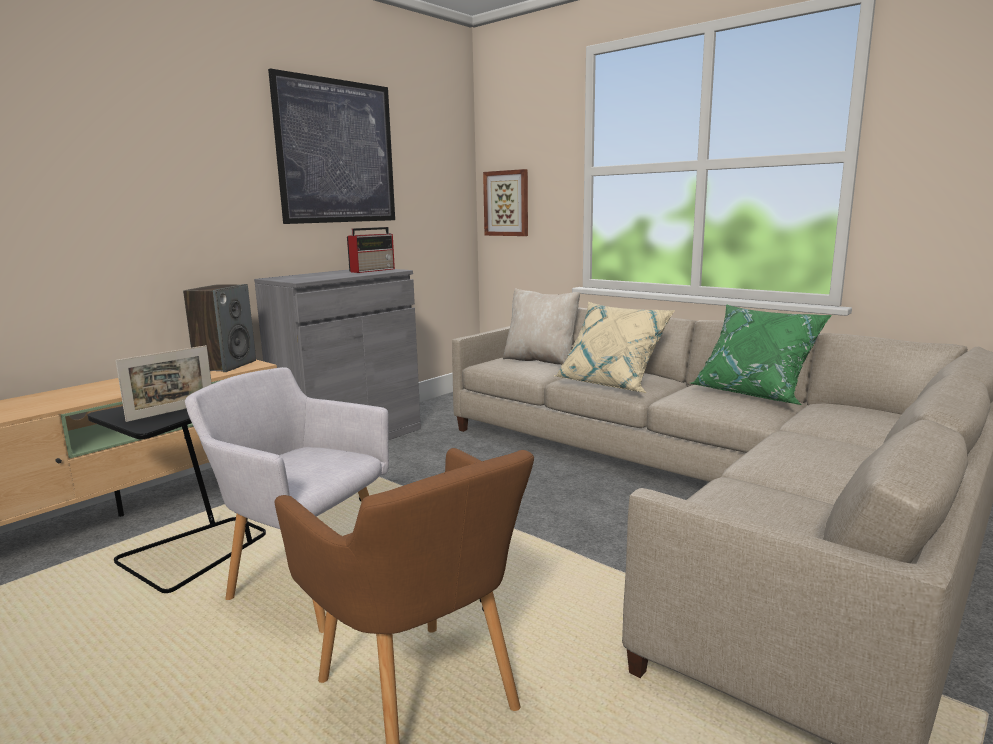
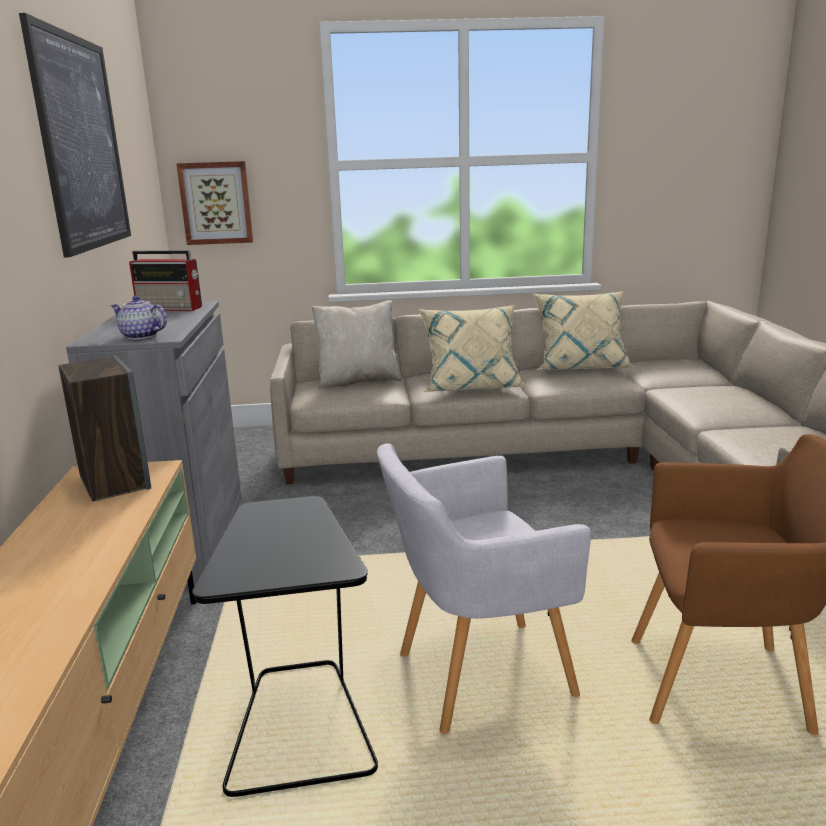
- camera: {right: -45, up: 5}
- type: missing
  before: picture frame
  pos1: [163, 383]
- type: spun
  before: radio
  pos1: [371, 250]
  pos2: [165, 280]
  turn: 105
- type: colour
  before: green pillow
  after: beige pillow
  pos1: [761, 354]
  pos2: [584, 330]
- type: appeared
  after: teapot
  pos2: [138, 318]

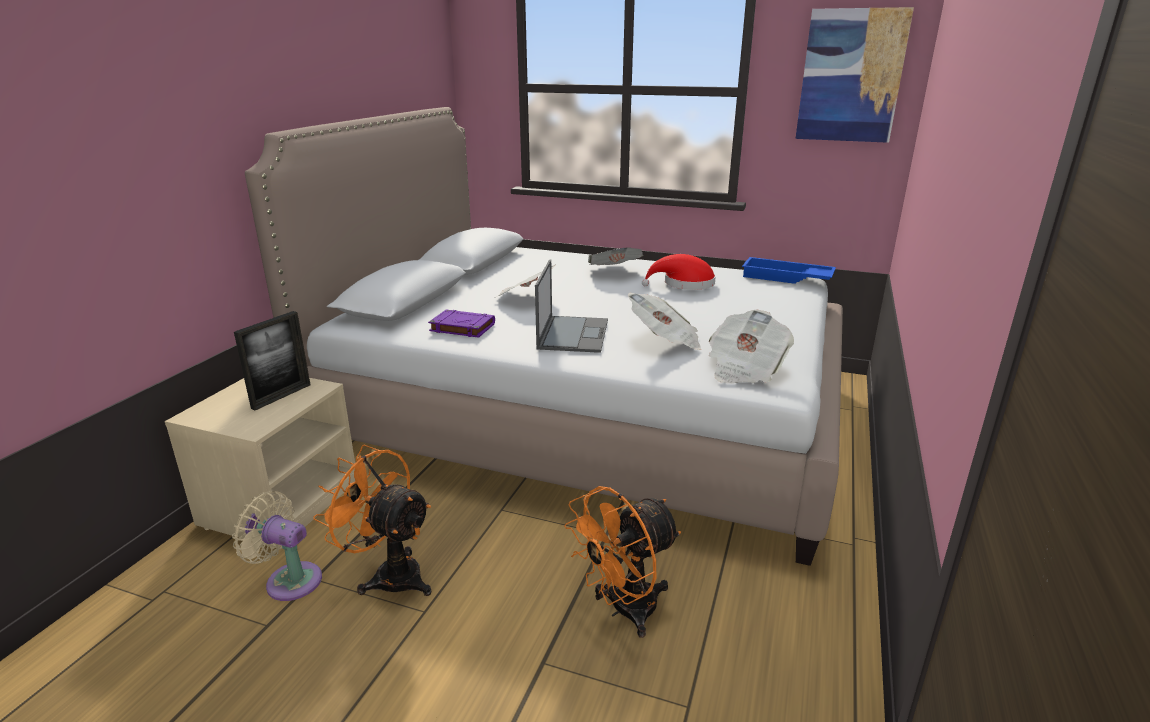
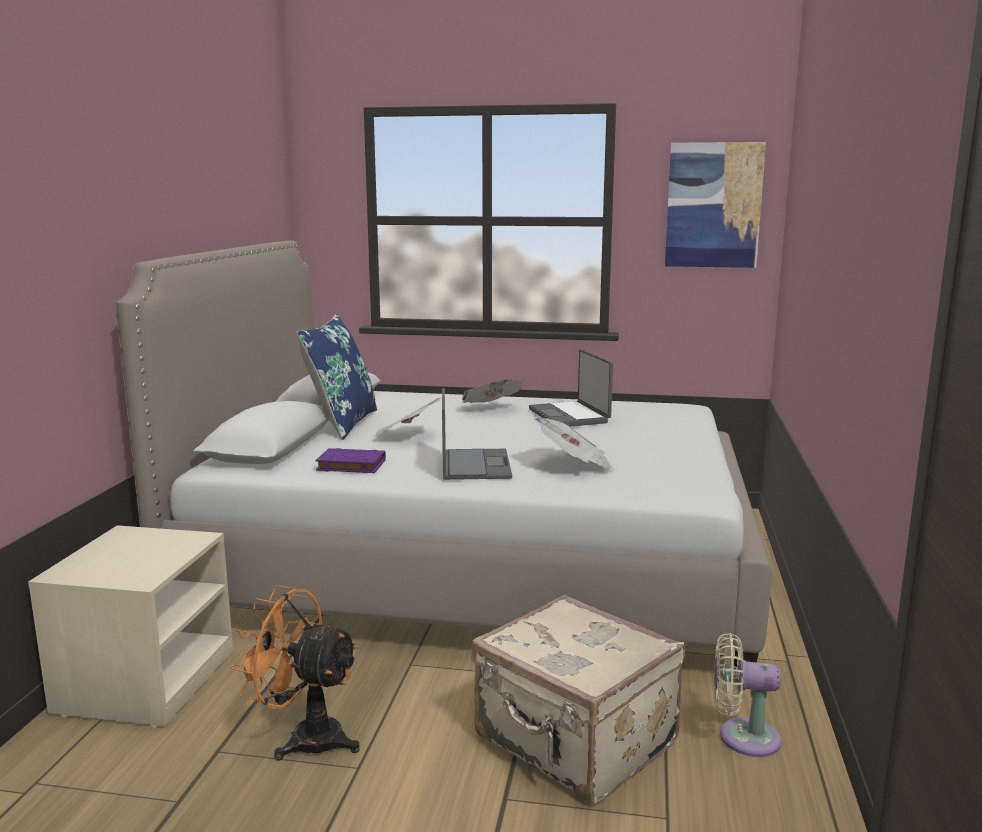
- camera: {right: -10, up: -10}
- type: relocated
  before: beige fan
  pos1: [277, 546]
  pos2: [748, 695]
- type: missing
  before: picture frame
  pos1: [272, 360]
- type: exchanged
  before: orange fan
  after: beige suitcase
  pos1: [622, 562]
  pos2: [578, 699]
- type: exchanged
  before: red hat
  after: laptop
  pos1: [679, 272]
  pos2: [571, 387]
- type: missing
  before: newspaper
  pos1: [751, 347]
- type: missing
  before: blue tray
  pos1: [789, 270]
- type: appeared
  after: blue pillow
  pos2: [336, 377]

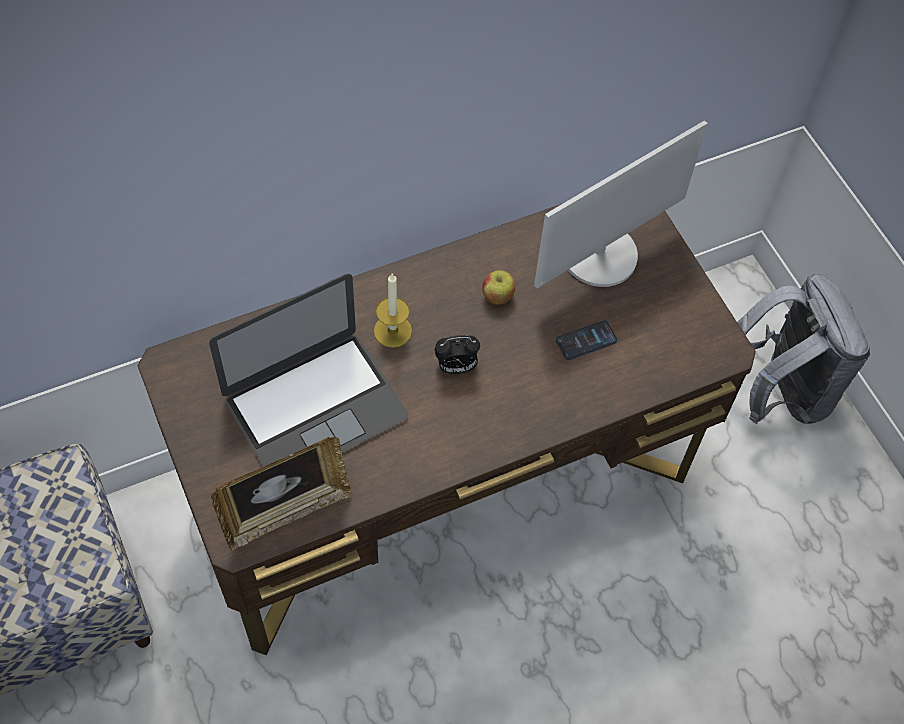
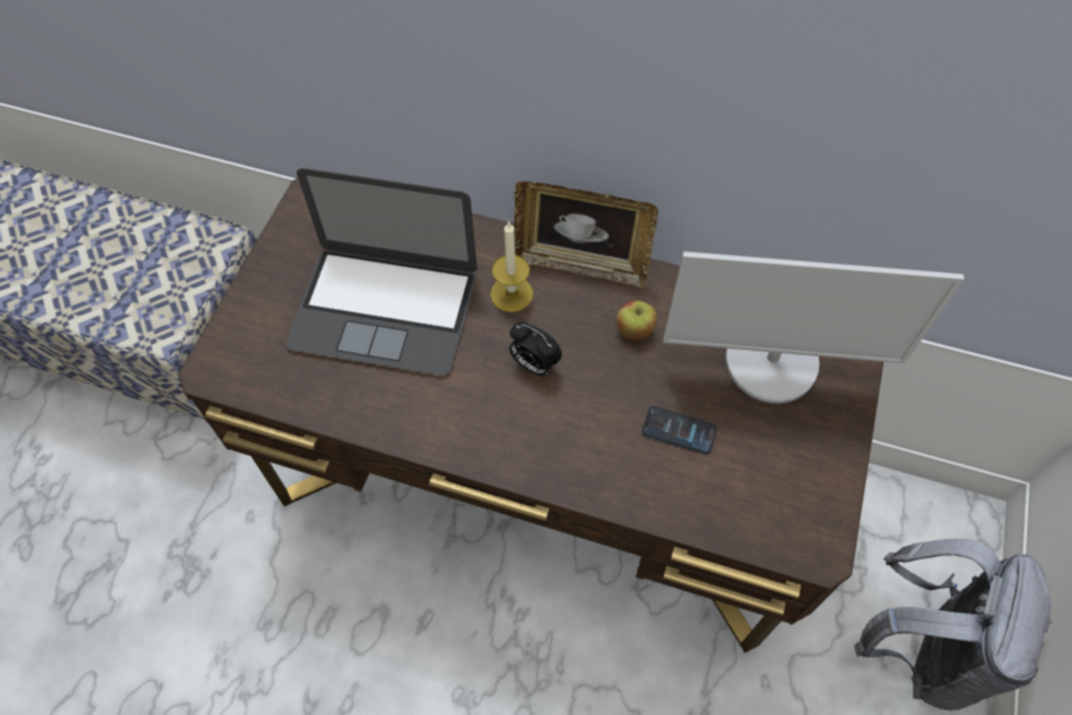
- camera: {right: 45, up: 0}
- type: relocated
  before: picture frame
  pos1: [281, 494]
  pos2: [586, 235]

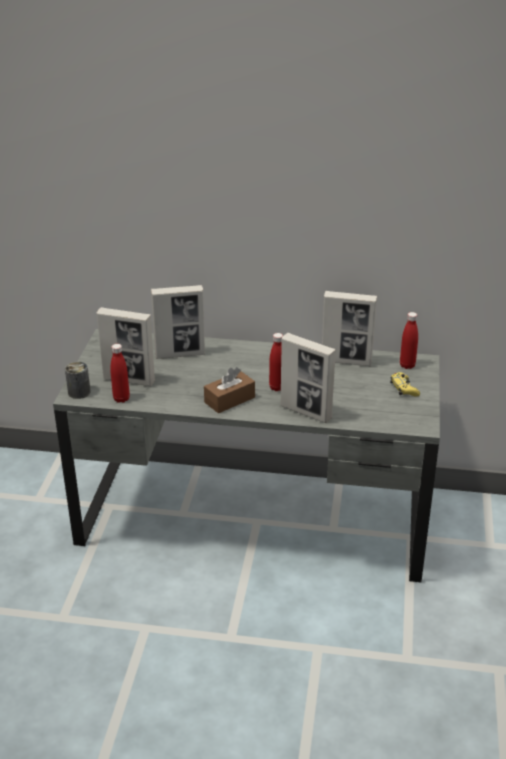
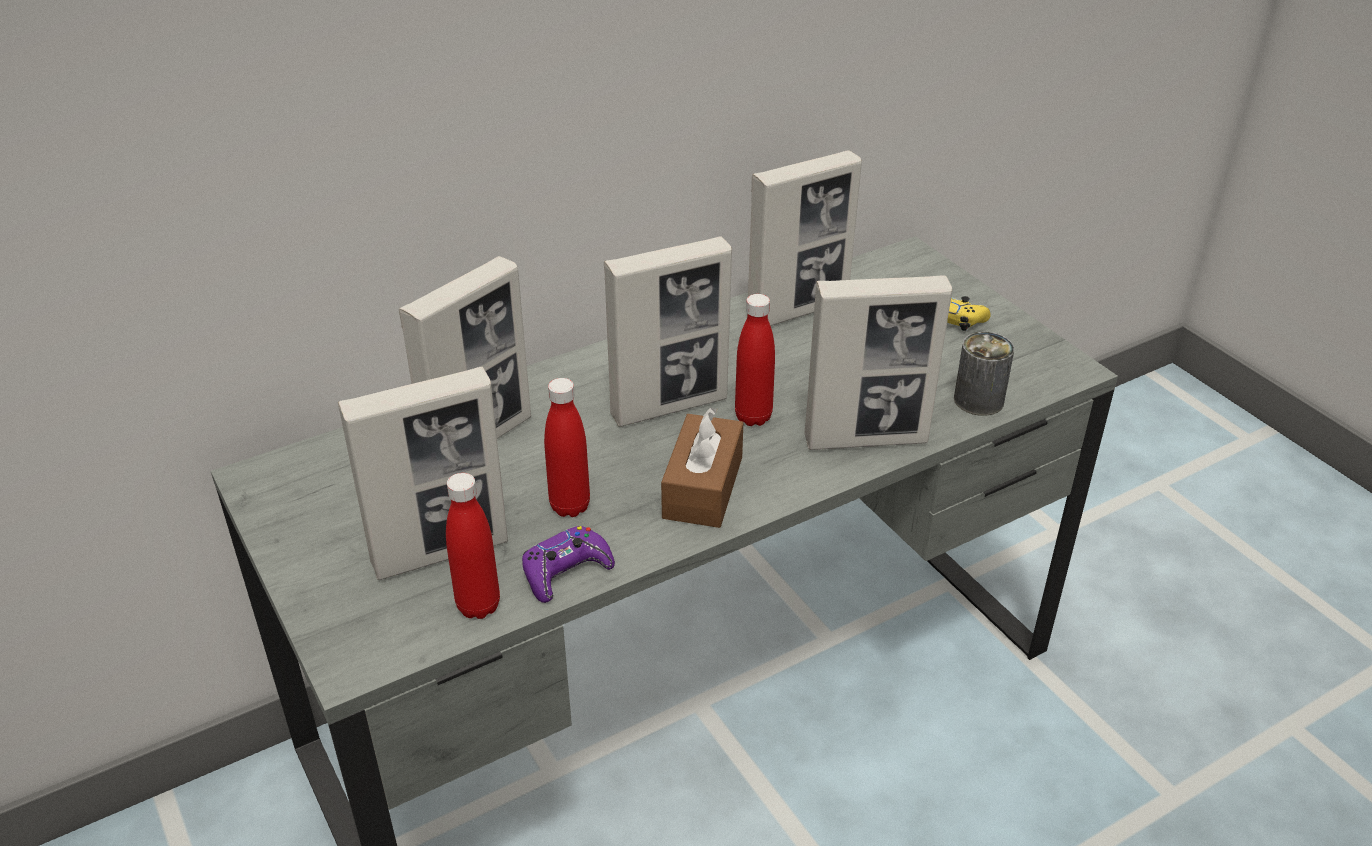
- camera: {right: -40, up: 5}
- type: relocated
  before: can
  pos1: [78, 380]
  pos2: [984, 374]
- type: relocated
  before: red bottle
  pos1: [409, 340]
  pos2: [567, 447]
- type: appeared
  after: purple game controller
  pos2: [568, 564]
- type: appeared
  after: picture frame
  pos2: [668, 332]

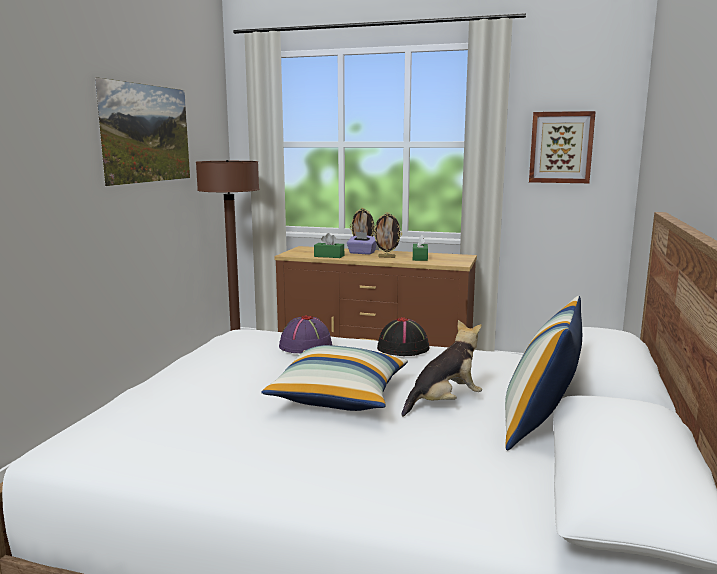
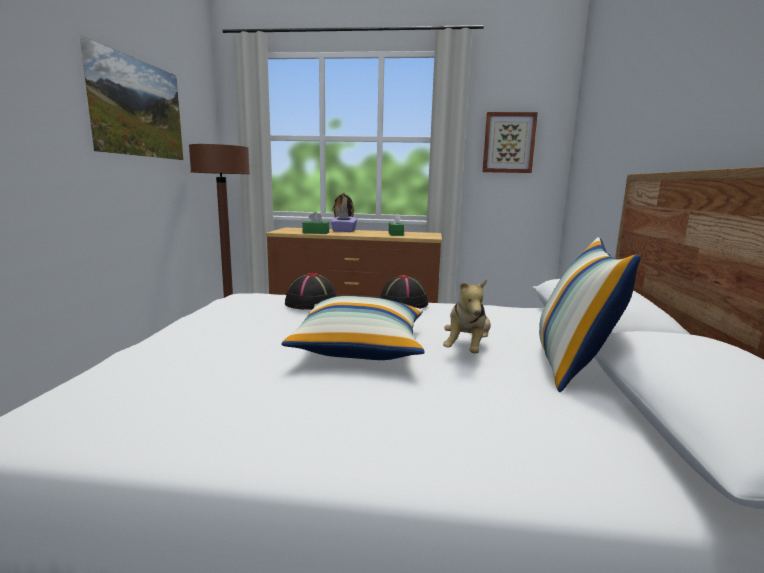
- camera: {right: -10, up: 0}
- type: colour
  before: purple hat
  after: black hat
  pos1: [305, 334]
  pos2: [311, 291]
- type: missing
  before: picture frame
  pos1: [387, 235]
- type: spun
  before: plush toy
  pos1: [442, 368]
  pos2: [467, 316]
  turn: 150

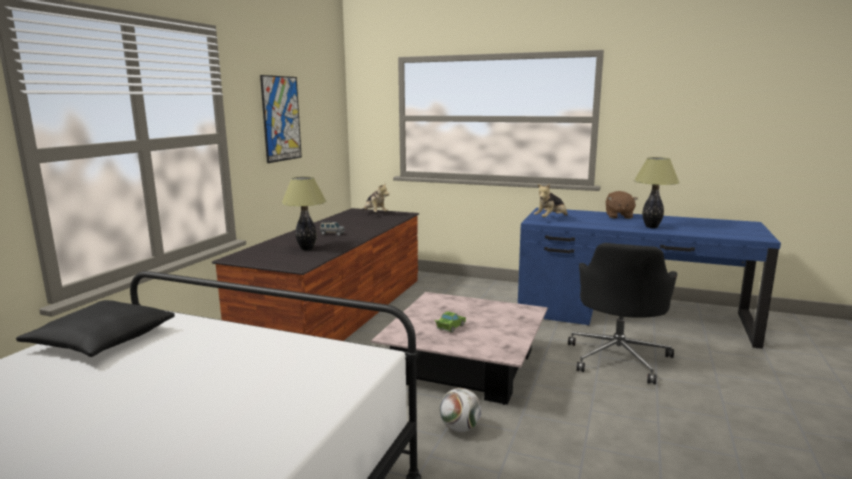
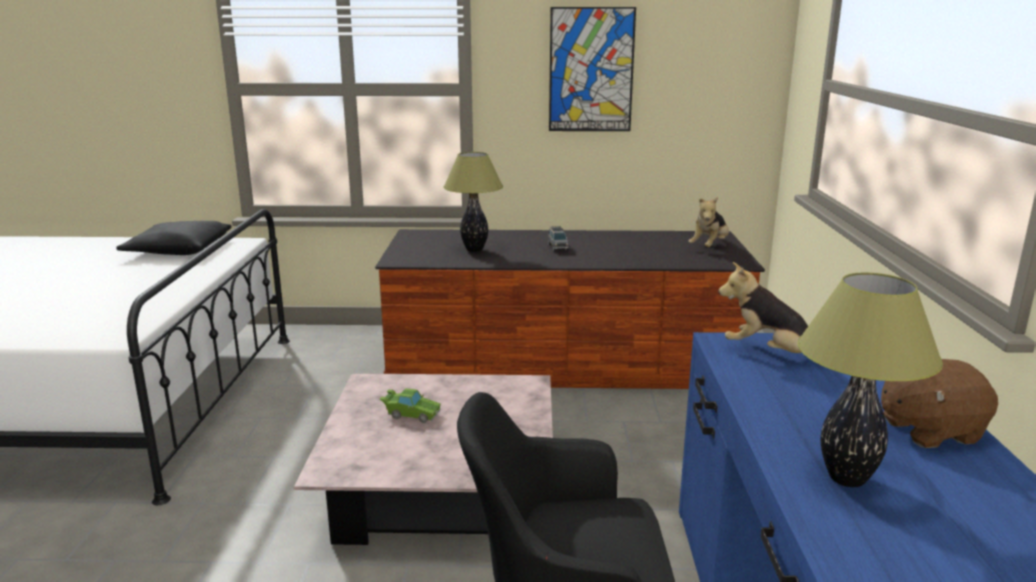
- camera: {right: 70, up: 5}
- type: missing
  before: football
  pos1: [460, 410]

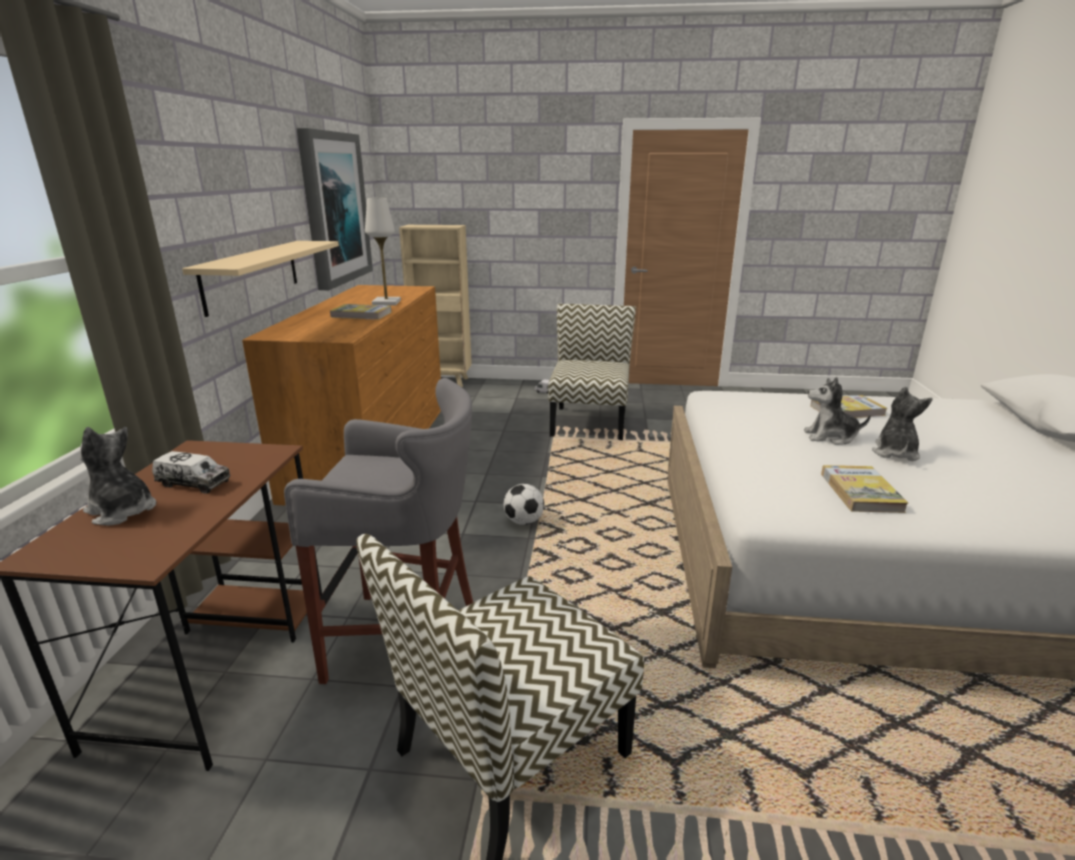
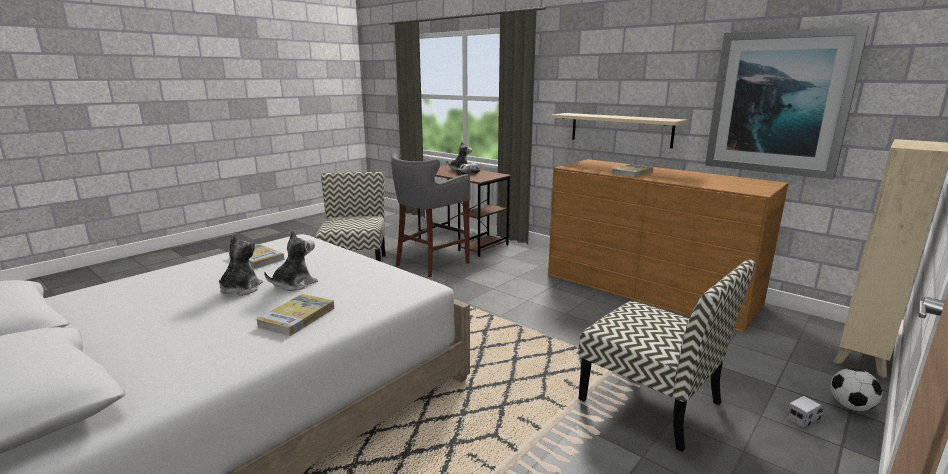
- camera: {right: 125, up: -5}
- type: missing
  before: white table lamp
  pos1: [383, 252]
- type: relocated
  before: football
  pos1: [524, 504]
  pos2: [856, 389]
- type: spun
  before: plush toy
  pos1: [902, 423]
  pos2: [241, 265]
  turn: -135

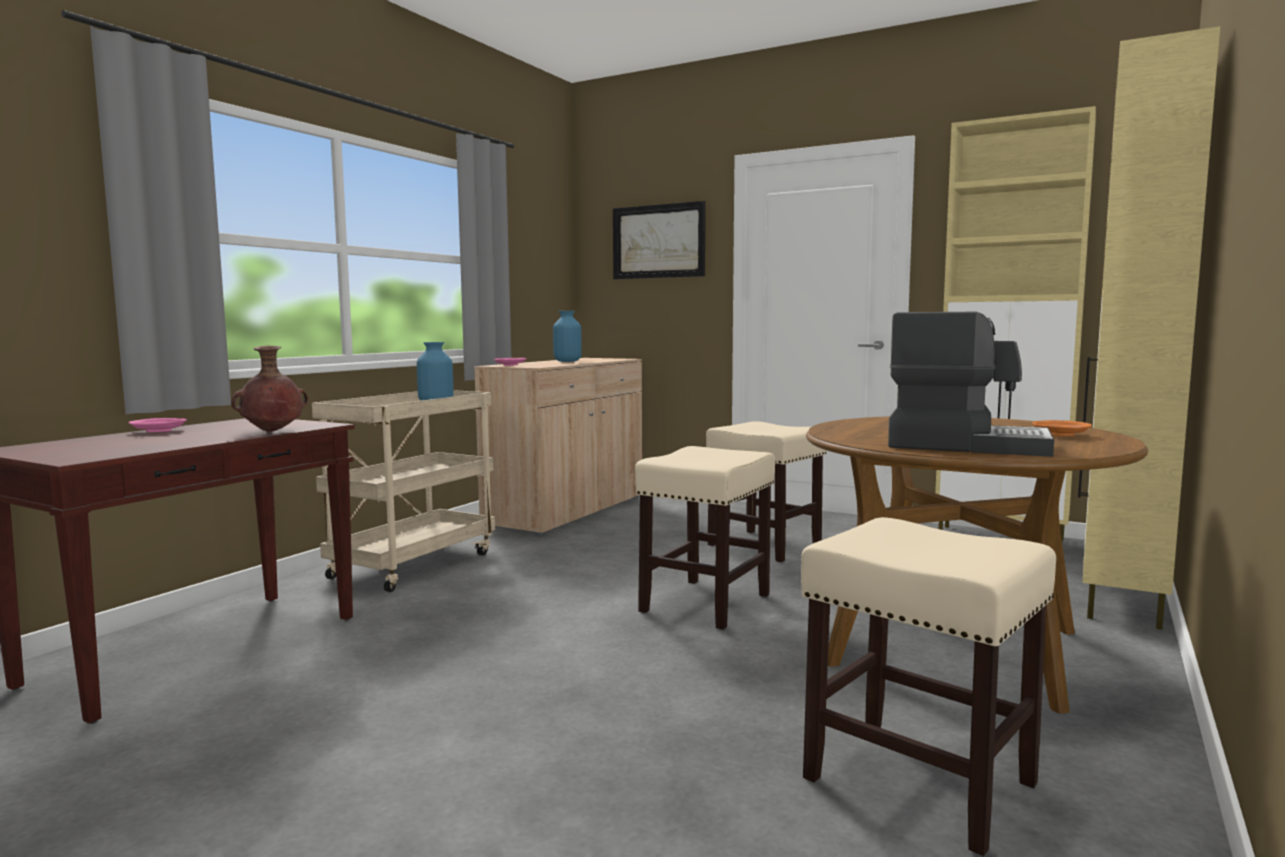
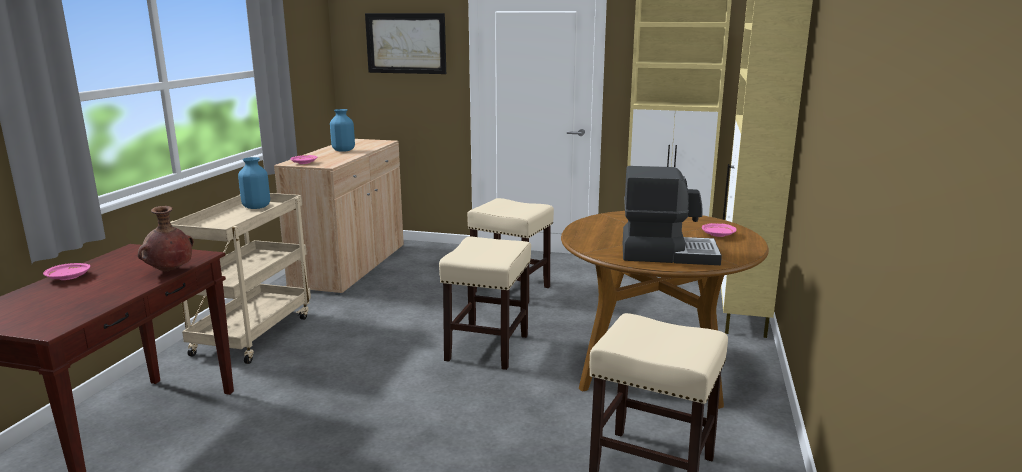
- camera: {right: -15, up: 10}
- type: colour
  before: orange plate
  after: pink plate
  pos1: [1062, 428]
  pos2: [719, 230]

